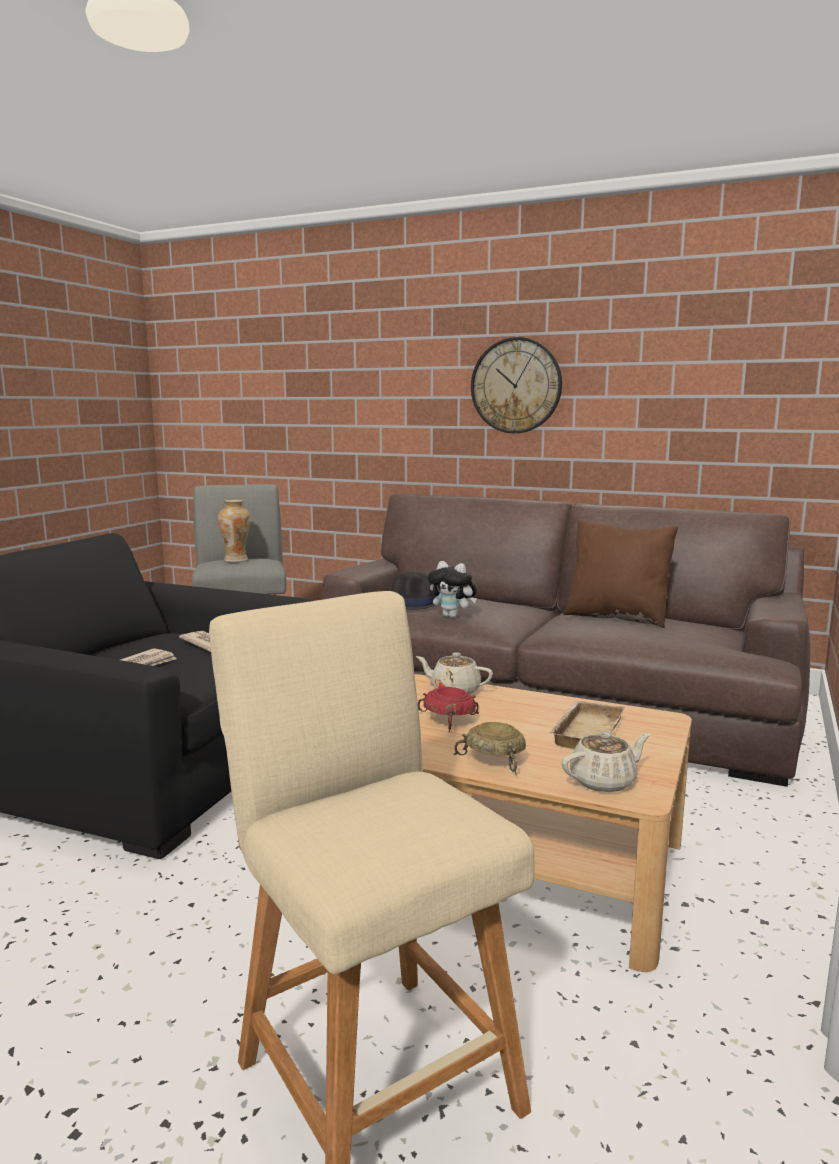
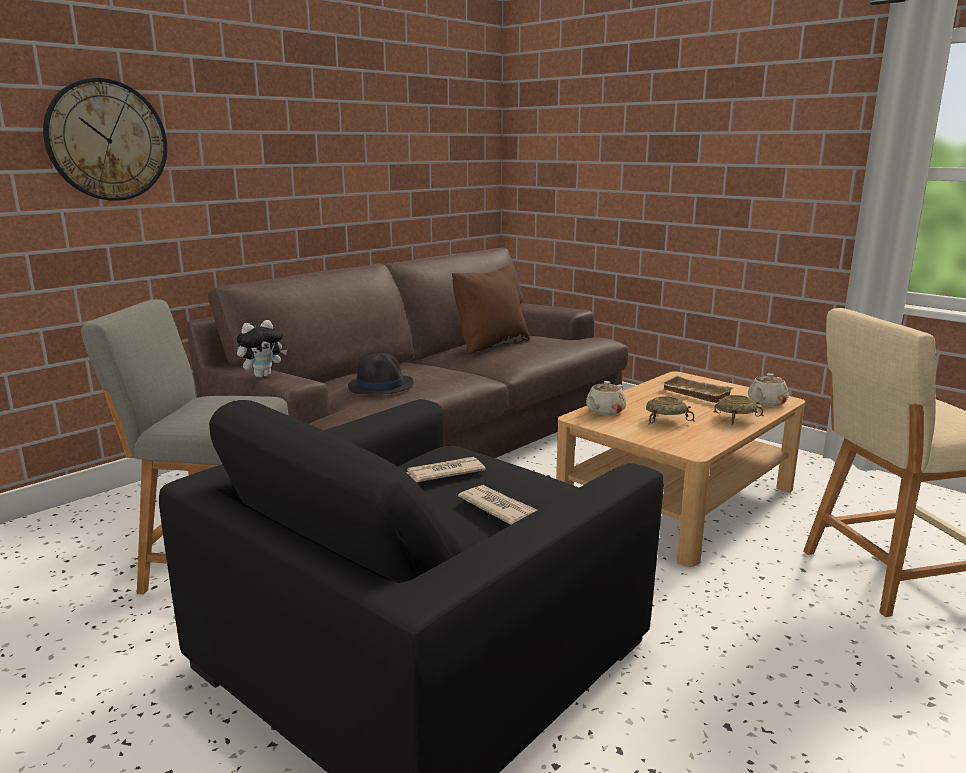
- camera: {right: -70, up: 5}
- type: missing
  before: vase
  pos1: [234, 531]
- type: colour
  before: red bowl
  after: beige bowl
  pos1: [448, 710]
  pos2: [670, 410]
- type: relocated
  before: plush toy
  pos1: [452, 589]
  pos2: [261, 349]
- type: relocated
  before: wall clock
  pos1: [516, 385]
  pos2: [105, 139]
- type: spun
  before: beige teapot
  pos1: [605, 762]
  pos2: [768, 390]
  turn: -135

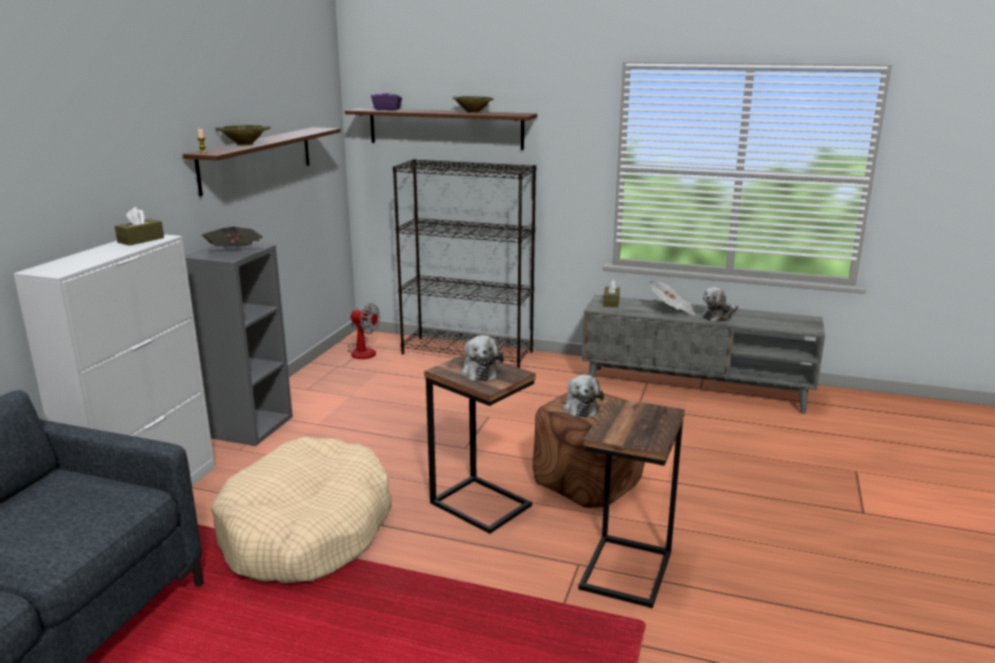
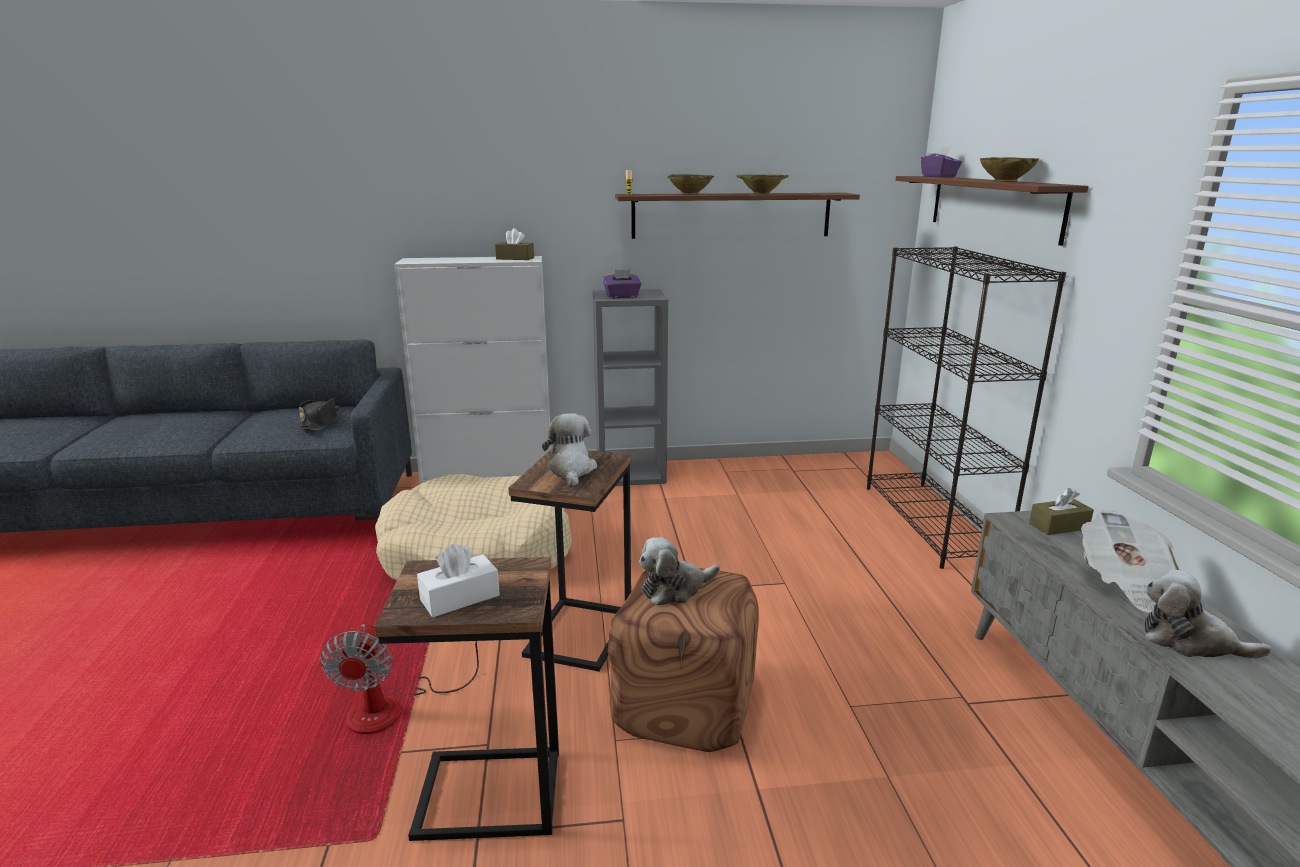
- camera: {right: 65, up: 0}
- type: exchanged
  before: newspaper
  after: purple tissue box
  pos1: [231, 237]
  pos2: [622, 284]
- type: relocated
  before: fan
  pos1: [364, 331]
  pos2: [399, 679]
- type: spun
  before: plush toy
  pos1: [482, 358]
  pos2: [569, 449]
  turn: 120
- type: appeared
  after: black hat
  pos2: [319, 414]
- type: appeared
  after: white tissue box
  pos2: [458, 580]
- type: appeared
  after: beige bowl
  pos2: [763, 184]

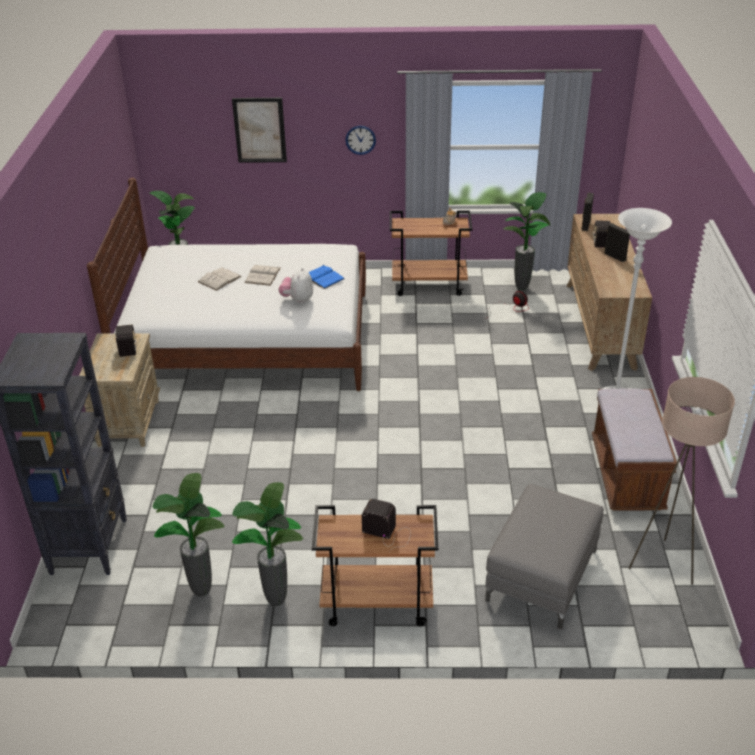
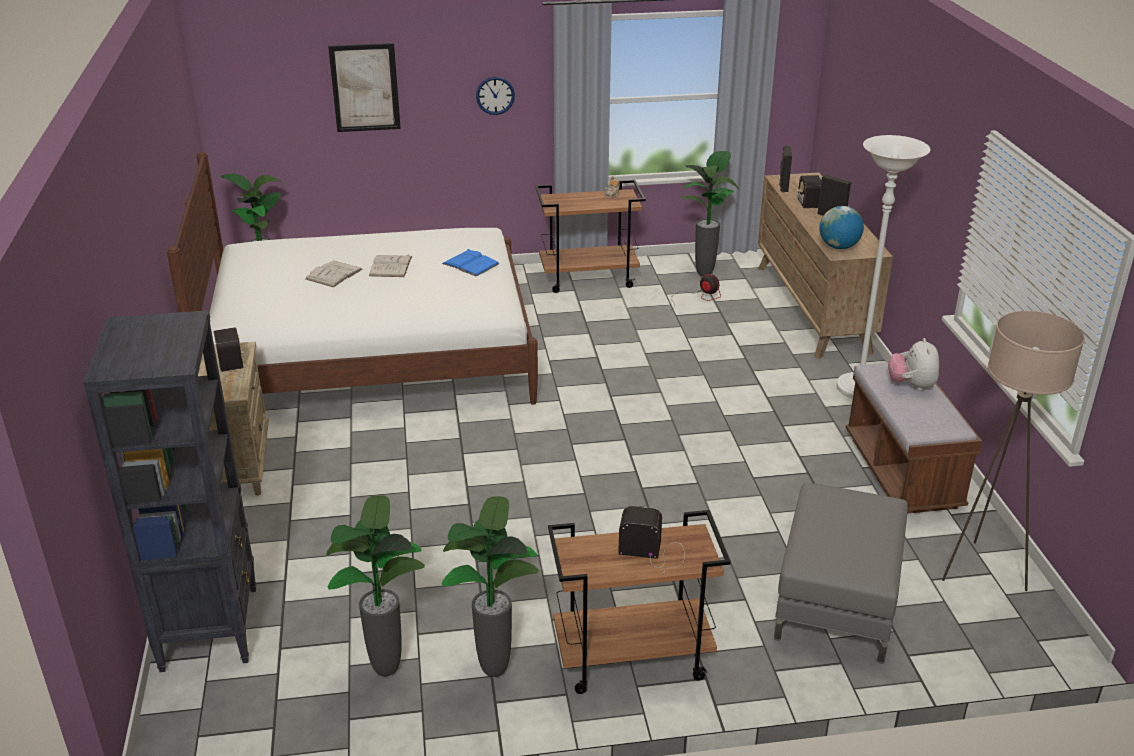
- camera: {right: -10, up: -5}
- type: relocated
  before: plush toy
  pos1: [296, 286]
  pos2: [913, 364]
- type: appeared
  after: globe
  pos2: [842, 227]

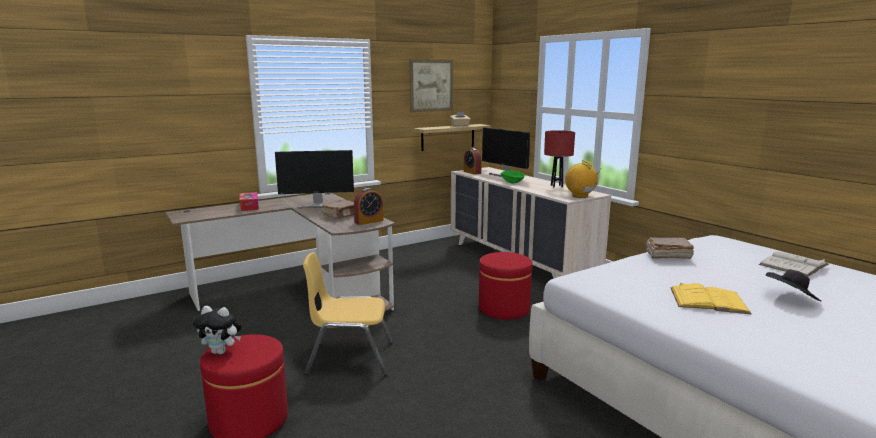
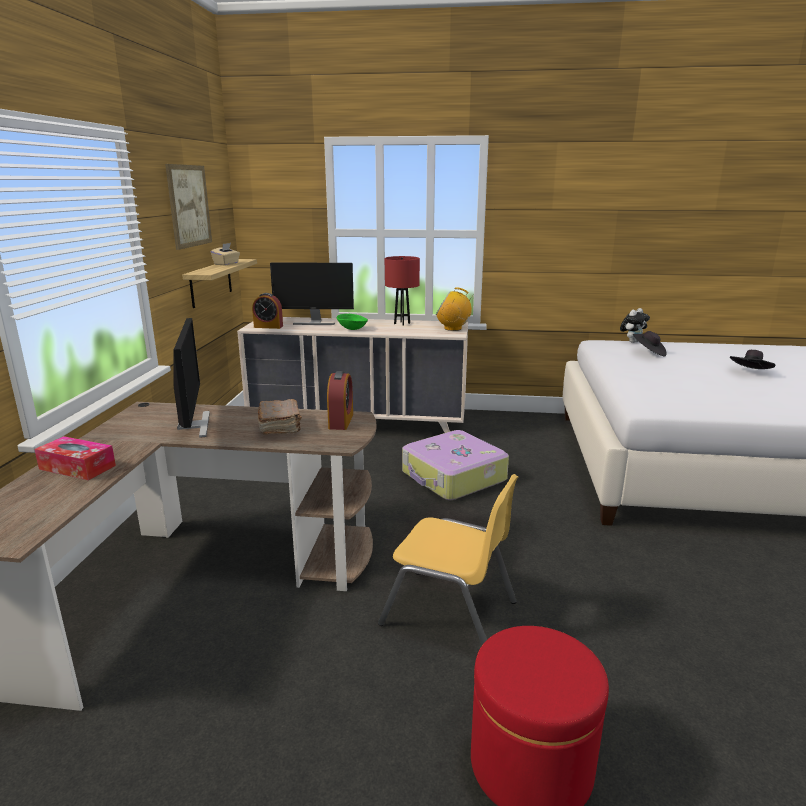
- camera: {right: -50, up: 5}
- type: relocated
  before: plush toy
  pos1: [217, 330]
  pos2: [635, 325]
- type: spun
  before: monitor
  pos1: [314, 179]
  pos2: [191, 378]
  turn: -45
- type: spun
  before: yellow chair
  pos1: [348, 314]
  pos2: [448, 559]
  turn: -105
- type: exchanged
  before: red ottoman
  after: suitcase
  pos1: [506, 286]
  pos2: [455, 465]
- type: missing
  before: brown book
  pos1: [670, 248]
- type: missing
  before: yellow book
  pos1: [710, 298]
- type: missing
  before: white book
  pos1: [794, 264]
- type: appeared
  after: black hat
  pos2: [650, 343]

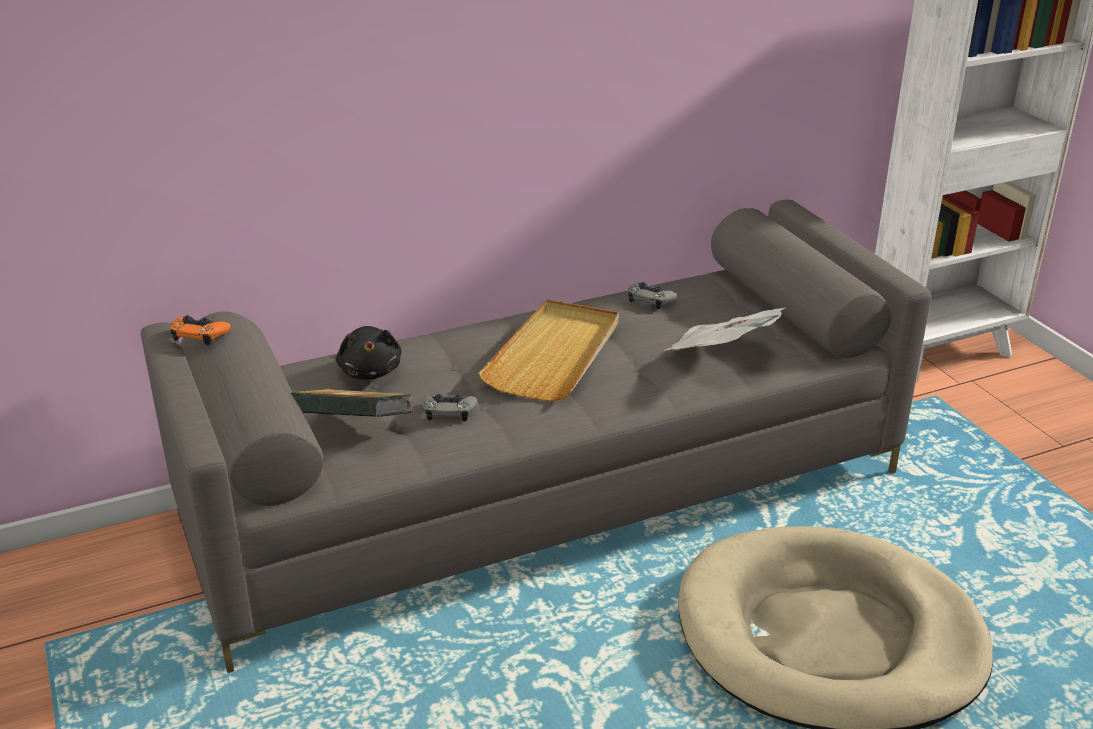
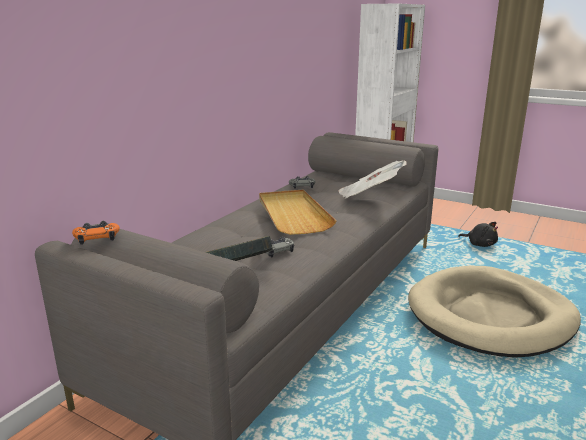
- camera: {right: -35, up: -10}
- type: relocated
  before: black plush toy
  pos1: [369, 353]
  pos2: [478, 234]

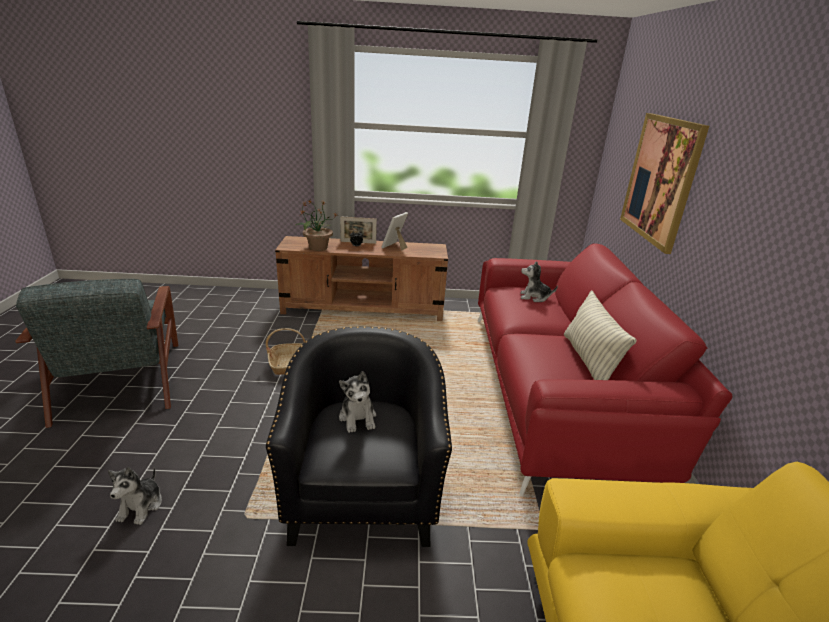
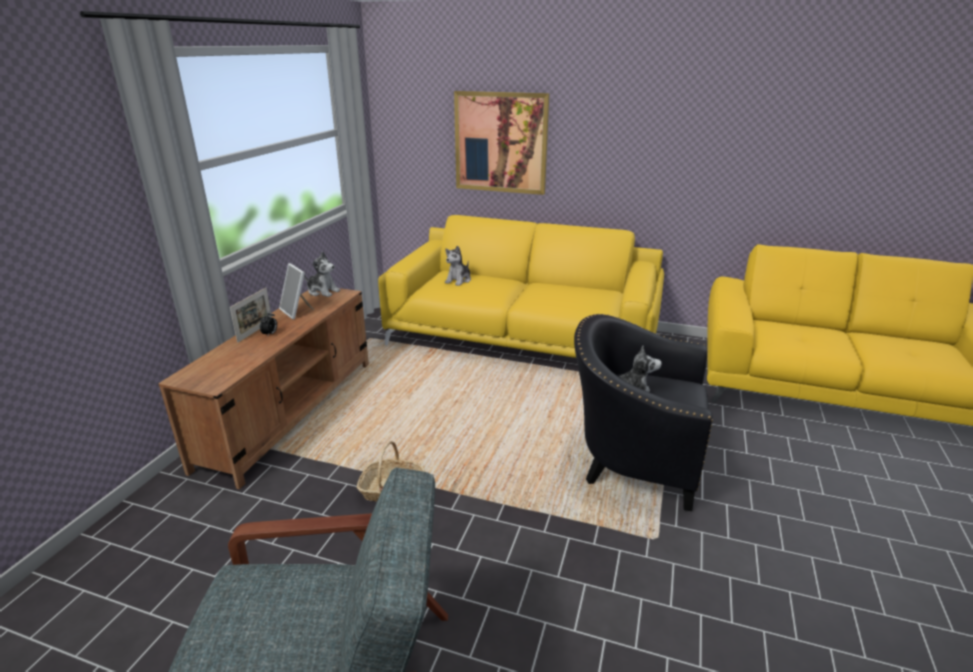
- camera: {right: -70, up: 0}
- type: relocated
  before: plush toy
  pos1: [135, 496]
  pos2: [322, 274]
- type: missing
  before: potted plant
  pos1: [316, 225]
- type: colour
  before: red sofa
  after: yellow sofa
  pos1: [605, 370]
  pos2: [521, 286]
- type: missing
  before: pillow
  pos1: [600, 335]

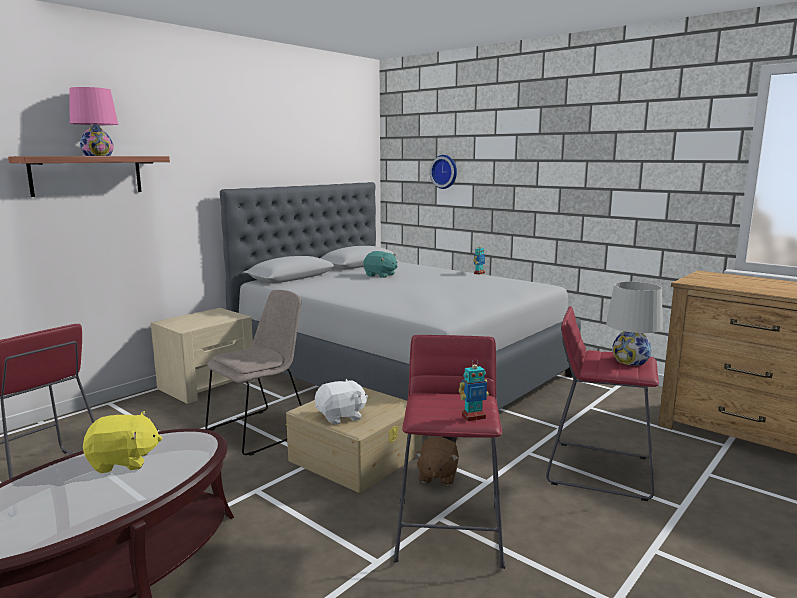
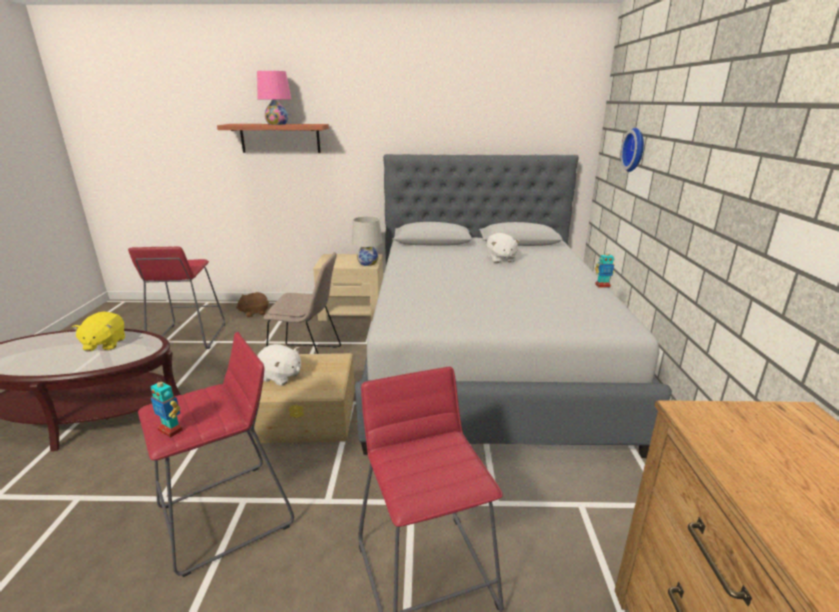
- camera: {right: 50, up: 10}
- type: spun
  before: yellow plush toy
  pos1: [123, 442]
  pos2: [98, 331]
  turn: 45
- type: colour
  before: turquoise plush toy
  after: white plush toy
  pos1: [381, 264]
  pos2: [503, 248]
- type: relocated
  before: brown plush toy
  pos1: [437, 461]
  pos2: [252, 305]
- type: relocated
  before: white table lamp
  pos1: [634, 324]
  pos2: [367, 241]

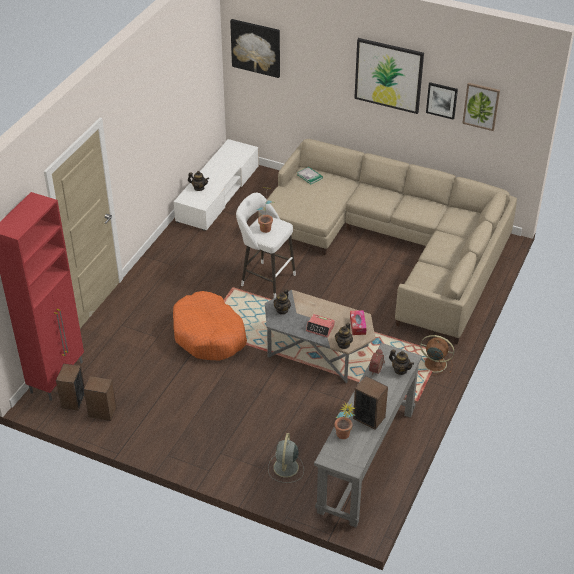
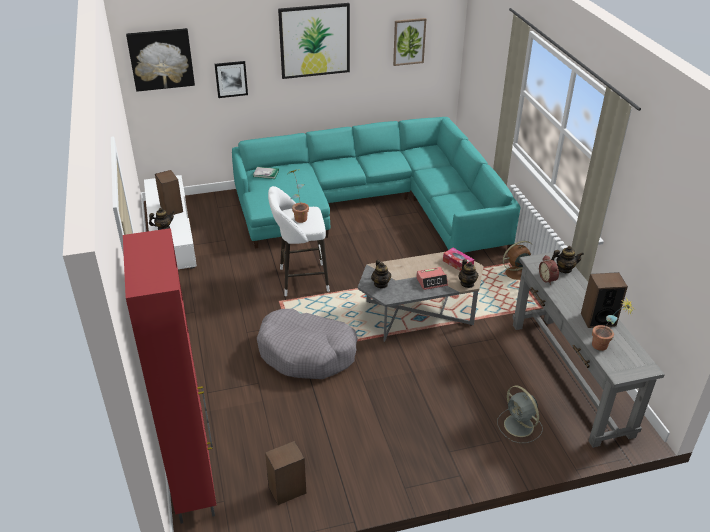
- camera: {right: -40, up: -5}
- type: relocated
  before: speaker
  pos1: [70, 387]
  pos2: [169, 192]
- type: colour
  before: orange dog bed
  after: grey dog bed
  pos1: [210, 325]
  pos2: [307, 344]
- type: colour
  before: beige sofa
  after: turquoise sofa
  pos1: [387, 241]
  pos2: [376, 185]
- type: relocated
  before: picture
  pos1: [442, 101]
  pos2: [231, 79]

